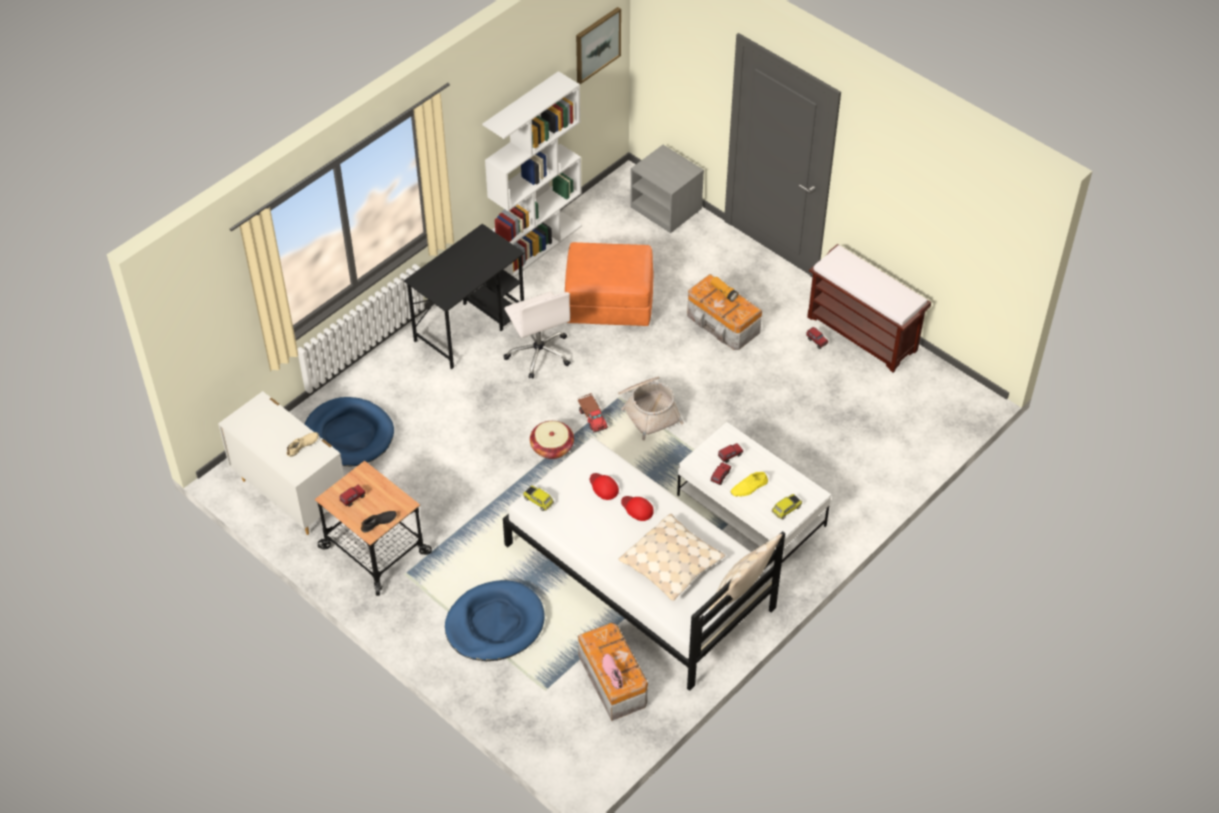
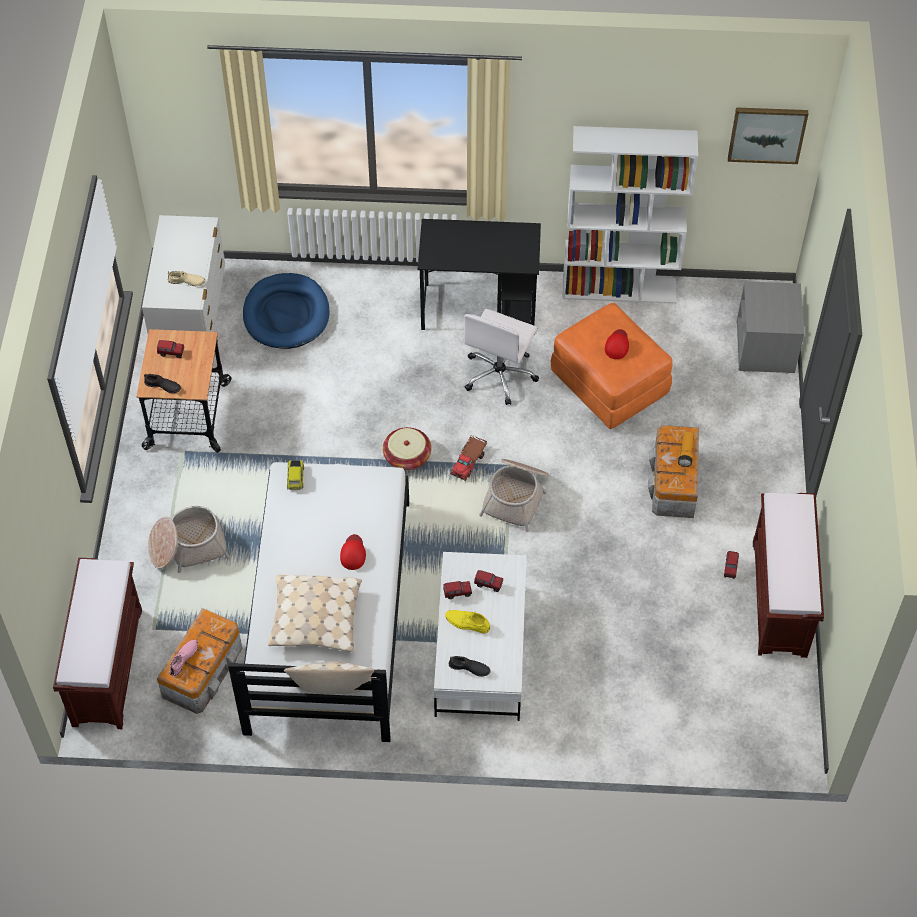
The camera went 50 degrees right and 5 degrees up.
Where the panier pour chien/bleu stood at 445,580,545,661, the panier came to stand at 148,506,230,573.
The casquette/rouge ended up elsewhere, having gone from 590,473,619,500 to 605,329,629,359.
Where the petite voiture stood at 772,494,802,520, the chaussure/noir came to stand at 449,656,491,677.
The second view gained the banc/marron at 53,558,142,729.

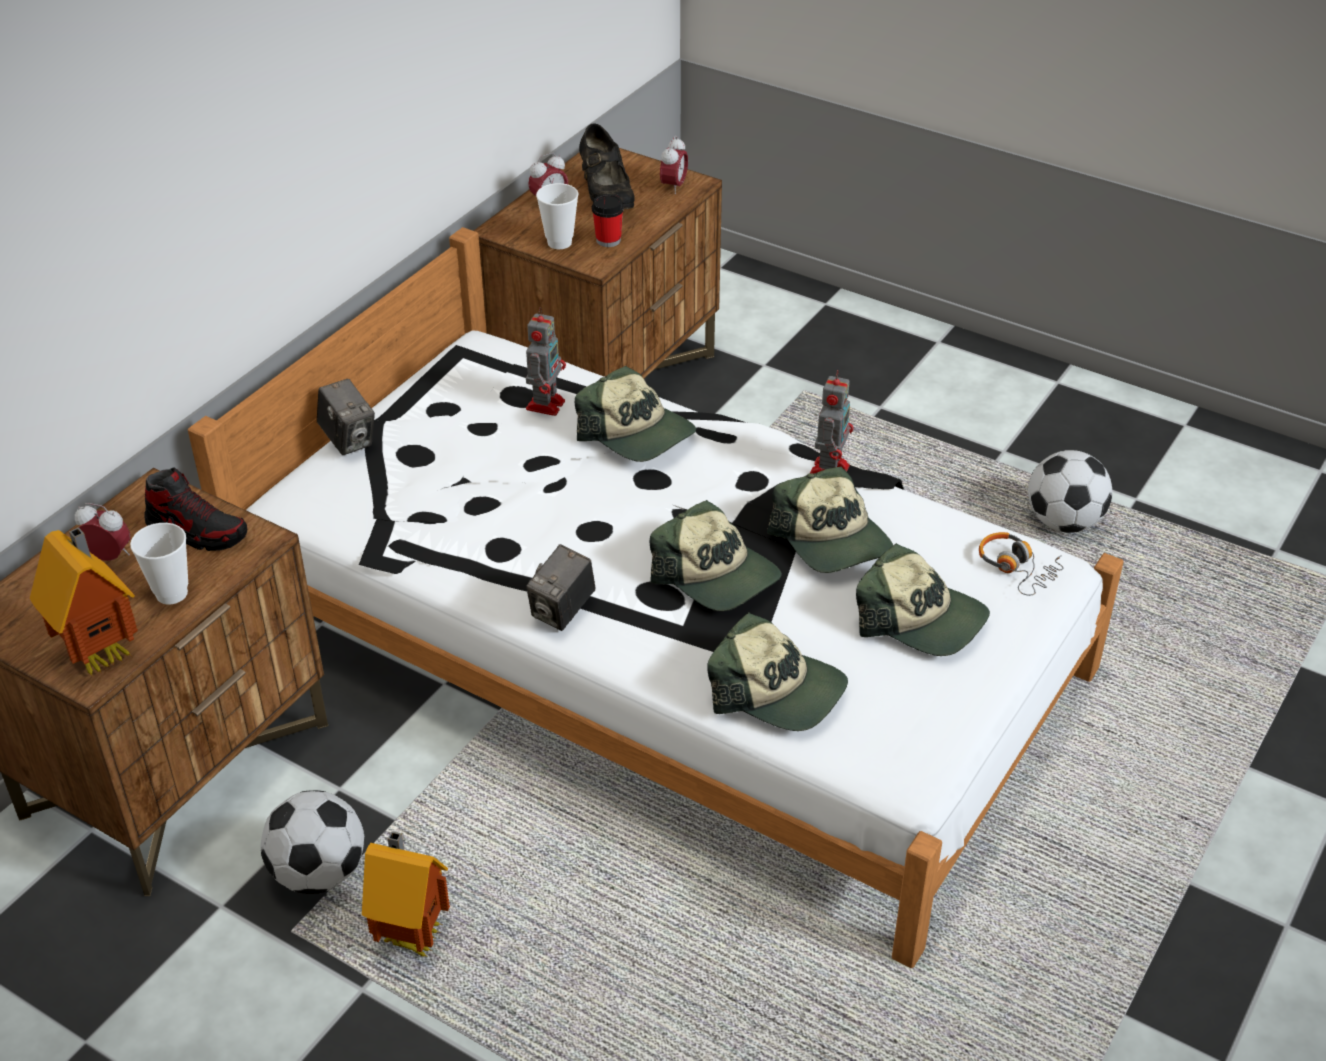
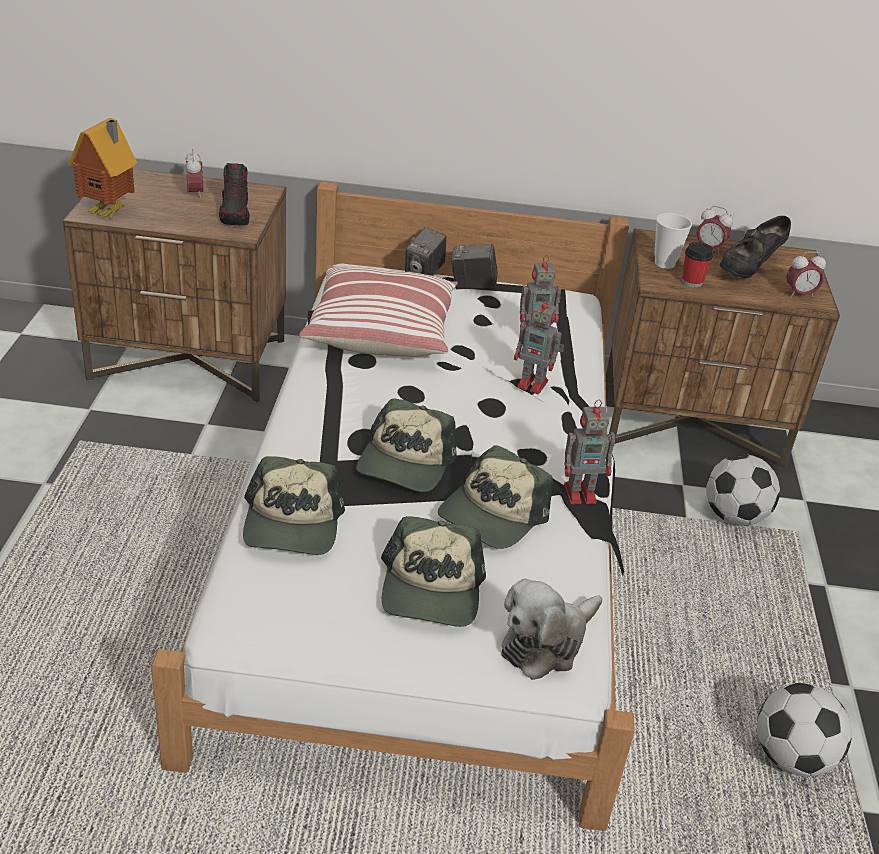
The camera went 60 degrees right and 5 degrees down.
The second view lost the tasse at 130,523,188,605.
The ballon de foot ended up elsewhere, having gone from 260,790,364,894 to 706,454,780,526.
The second view lost the maison miniature at 362,831,450,957.
The appareil photo ended up elsewhere, having gone from 526,544,595,631 to 451,244,498,289.
Where the casquette stood at 575,366,696,462, the robot jouet came to stand at 514,295,564,394.
Where the casque audio stood at 979,532,1064,596, the peluche came to stand at 501,578,602,680.
The second view gained the coussin at 299,265,458,357.

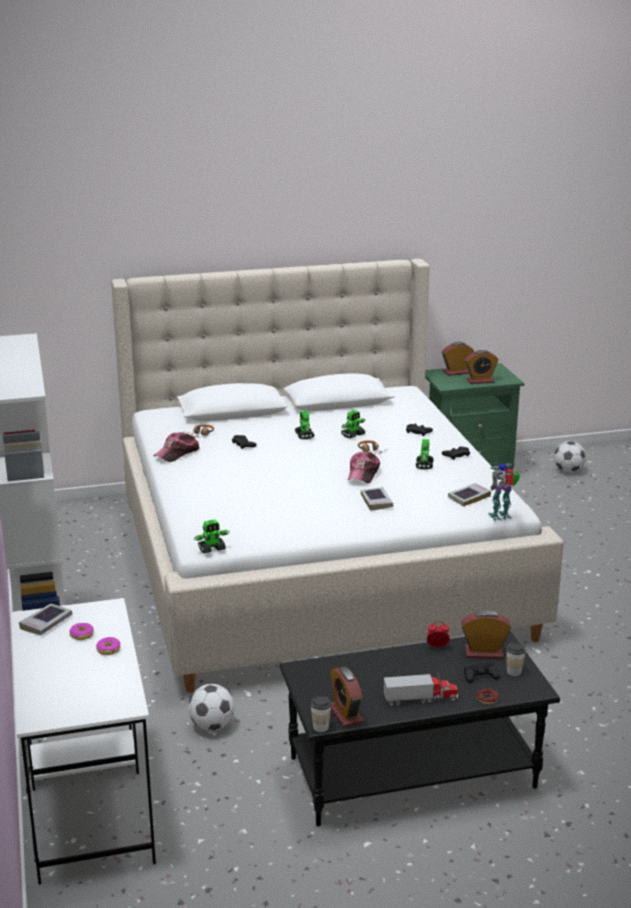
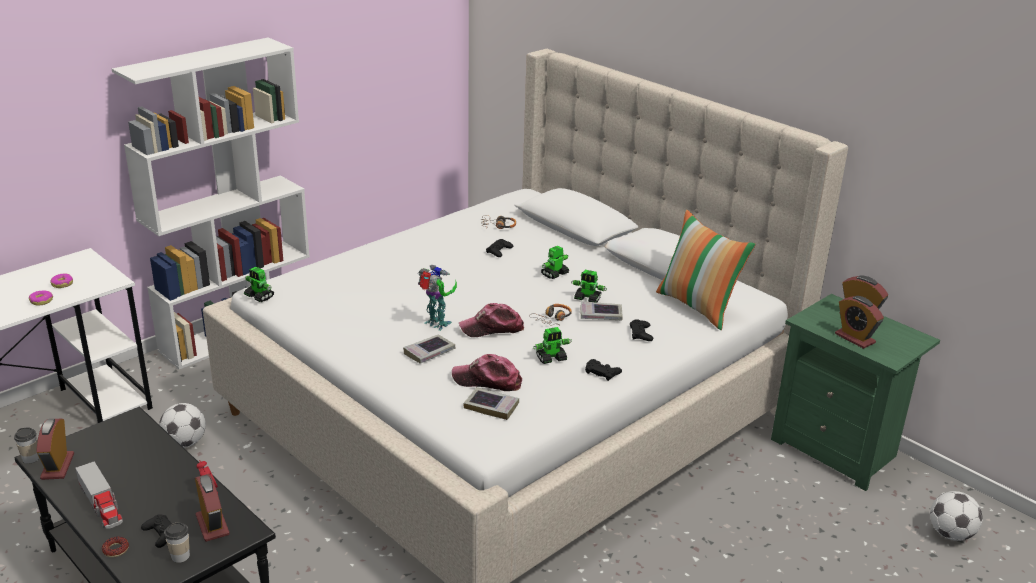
The camera went 60 degrees right and 5 degrees up.
The livre ended up elsewhere, having gone from 19,604,72,635 to 580,301,623,320.
The casquette ended up elsewhere, having gone from 153,432,200,462 to 452,354,522,391.
The réveil at 330,667,364,728 ended up facing another way, 45 degrees counterclockwise from before.
The robot jouet ended up elsewhere, having gone from 488,463,520,521 to 418,265,457,331.
The second view gained the coussin at 656,210,756,330.

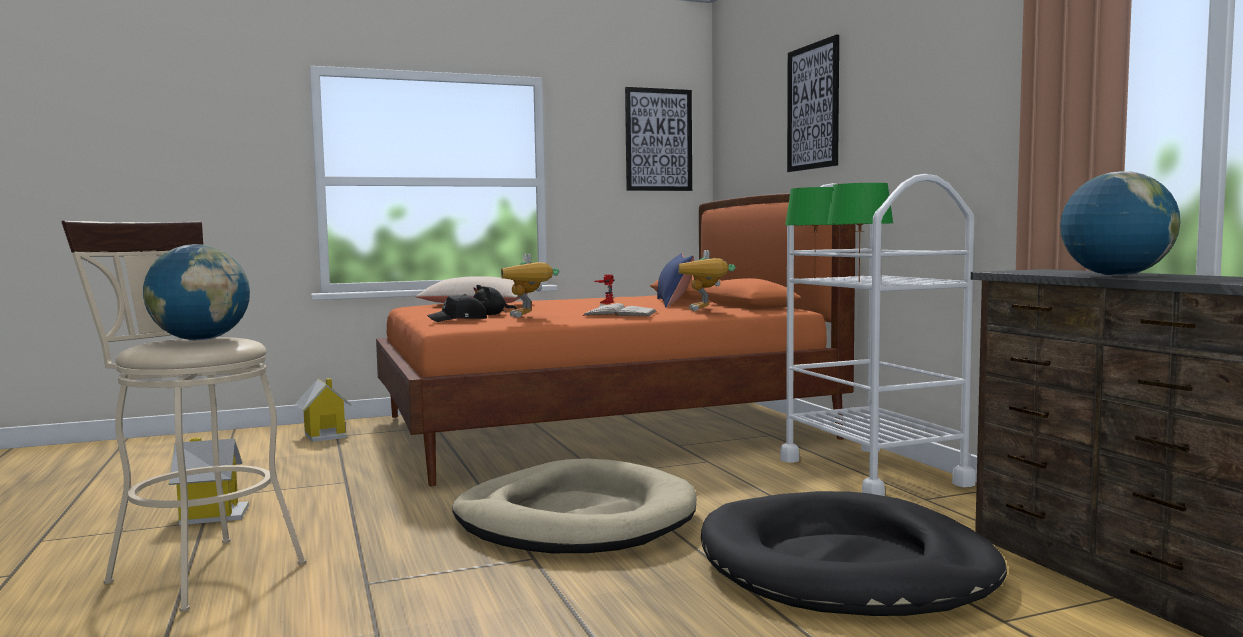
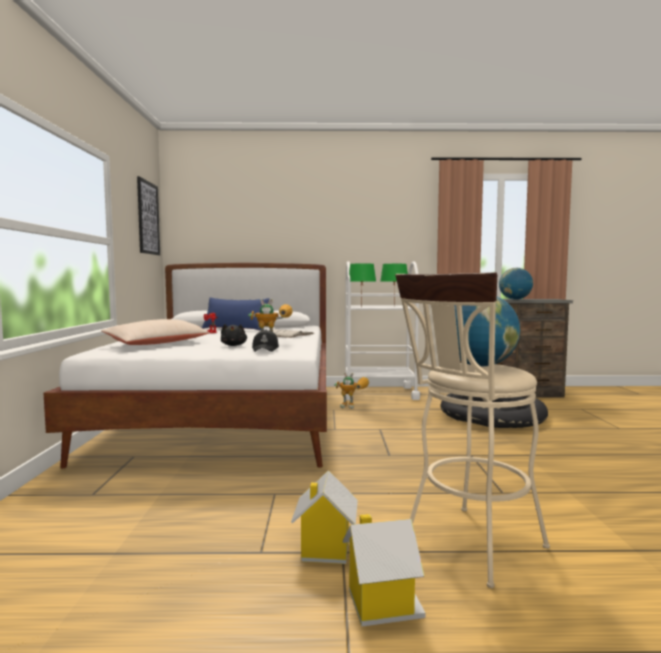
The camera went 70 degrees left and 0 degrees up.
The maison miniature ended up elsewhere, having gone from 295,378,352,442 to 342,514,426,627.
What was the lit/orange at 376,193,855,486 turned into the lit/blanc at 43,263,327,469.
The second view lost the panier pour chien/beige at 452,459,697,553.
The robot jouet ended up elsewhere, having gone from 678,250,735,311 to 334,372,369,409.
The second view lost the tableau at 787,35,839,172.

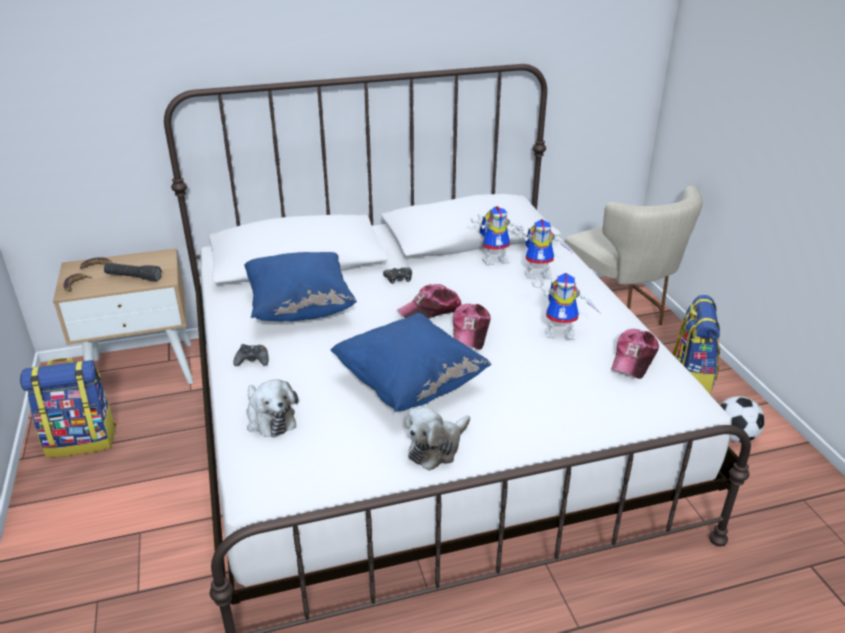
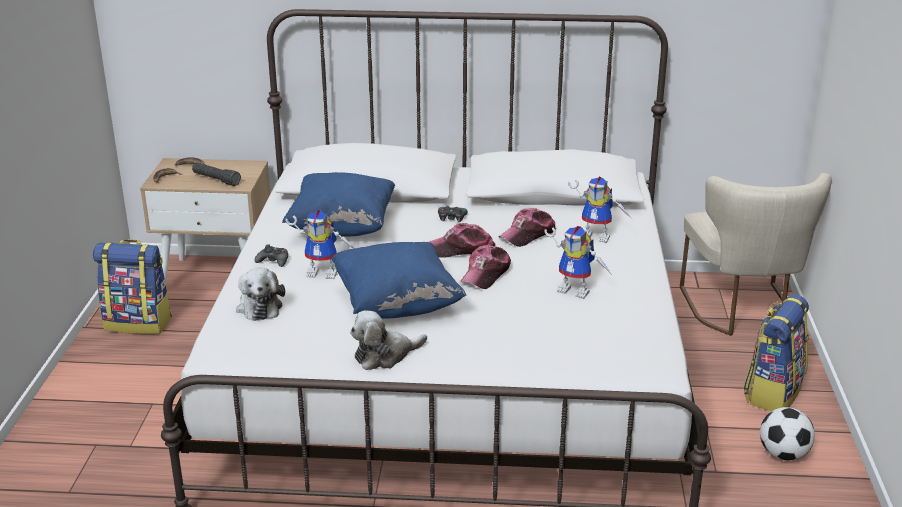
The camera went 20 degrees right and 5 degrees down.
The robot jouet ended up elsewhere, having gone from 471,206,526,266 to 285,210,355,279.
The casquette ended up elsewhere, having gone from 611,329,659,379 to 499,208,556,247.

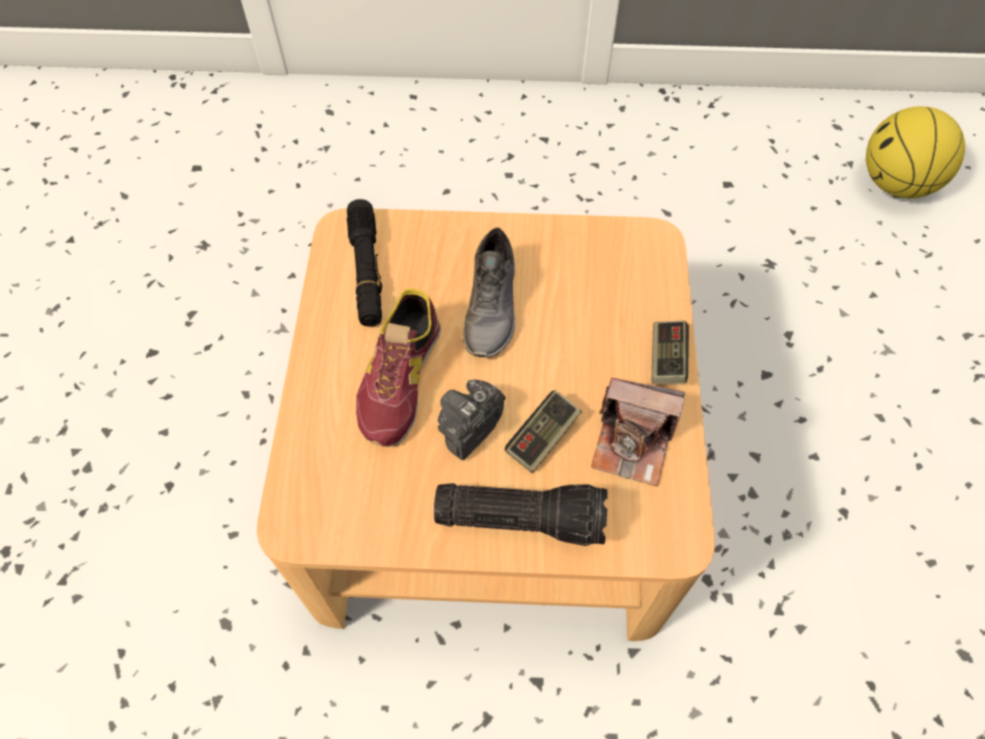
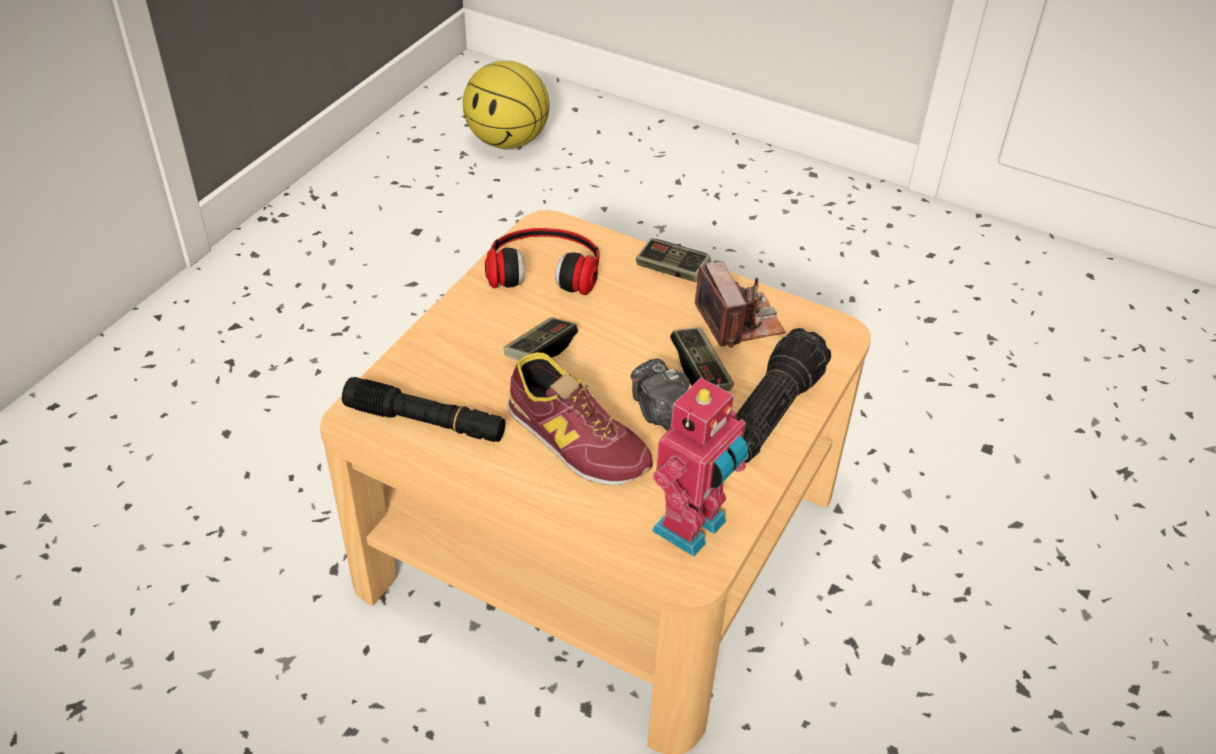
The camera went 65 degrees left and 15 degrees down.
Where the chaussure/gris stood at 463,227,515,357, the manette came to stand at 504,317,578,360.
The appareil photo at 591,378,685,486 ended up facing another way, 60 degrees counterclockwise from before.
The second view gained the casque audio at 485,228,599,295.
The second view gained the robot jouet at 652,378,748,557.

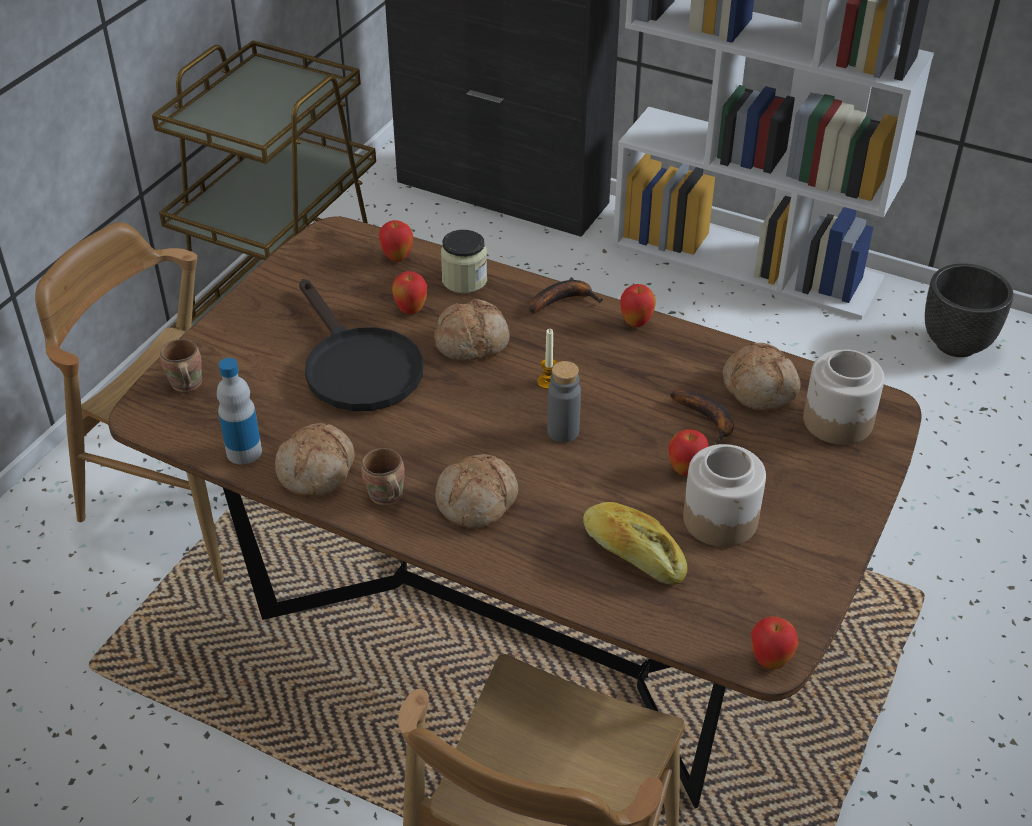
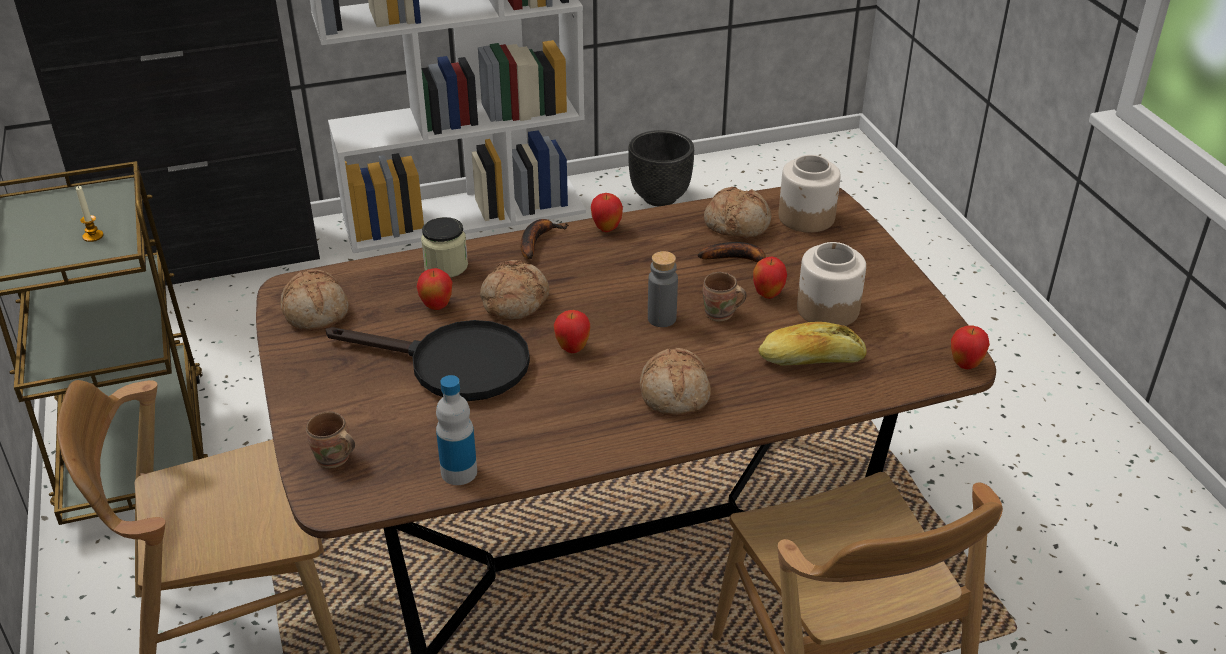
The camera went 45 degrees left and 5 degrees down.
The pain ended up elsewhere, having gone from 275,423,355,497 to 280,270,349,331.
The mug/marron ended up elsewhere, having gone from 361,448,405,505 to 703,272,747,322.
The pomme ended up elsewhere, having gone from 379,220,413,262 to 554,310,590,353.
The bougie ended up elsewhere, having gone from 537,329,557,390 to 76,186,104,242.

